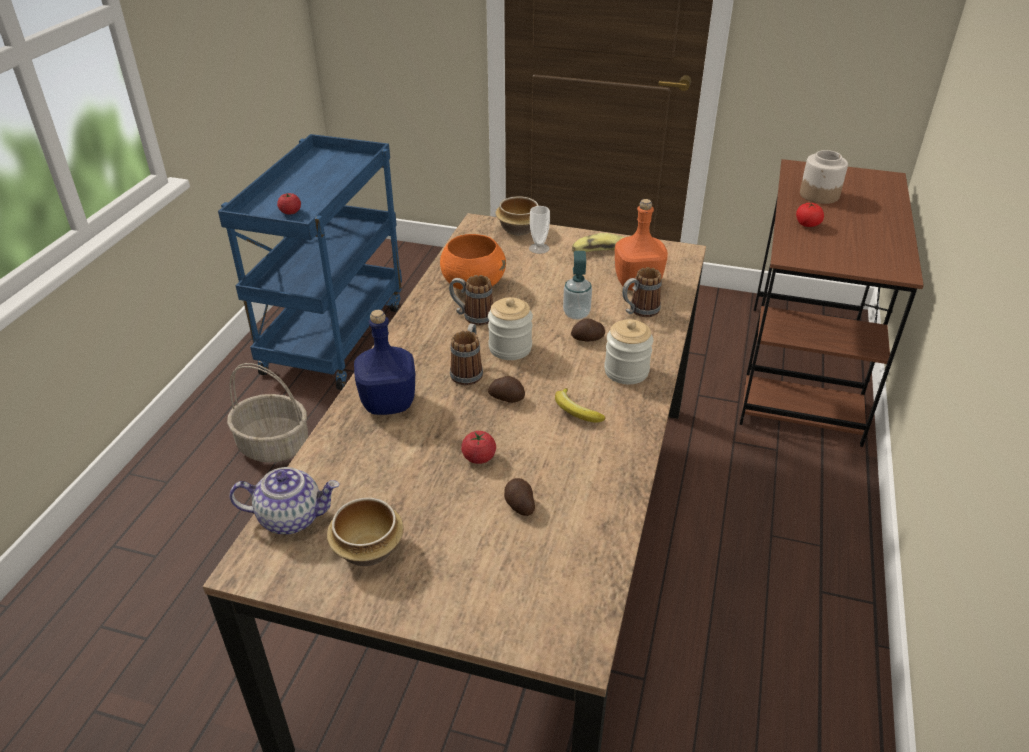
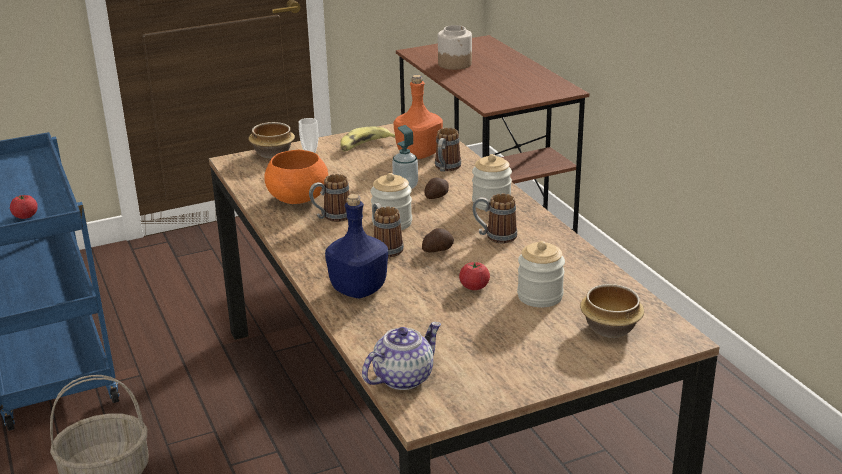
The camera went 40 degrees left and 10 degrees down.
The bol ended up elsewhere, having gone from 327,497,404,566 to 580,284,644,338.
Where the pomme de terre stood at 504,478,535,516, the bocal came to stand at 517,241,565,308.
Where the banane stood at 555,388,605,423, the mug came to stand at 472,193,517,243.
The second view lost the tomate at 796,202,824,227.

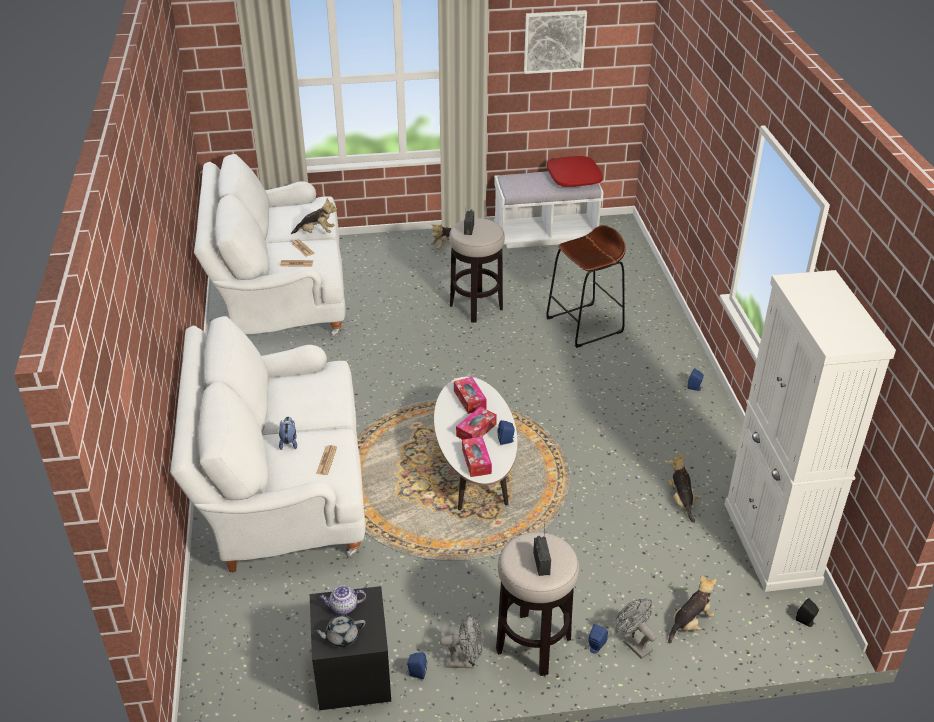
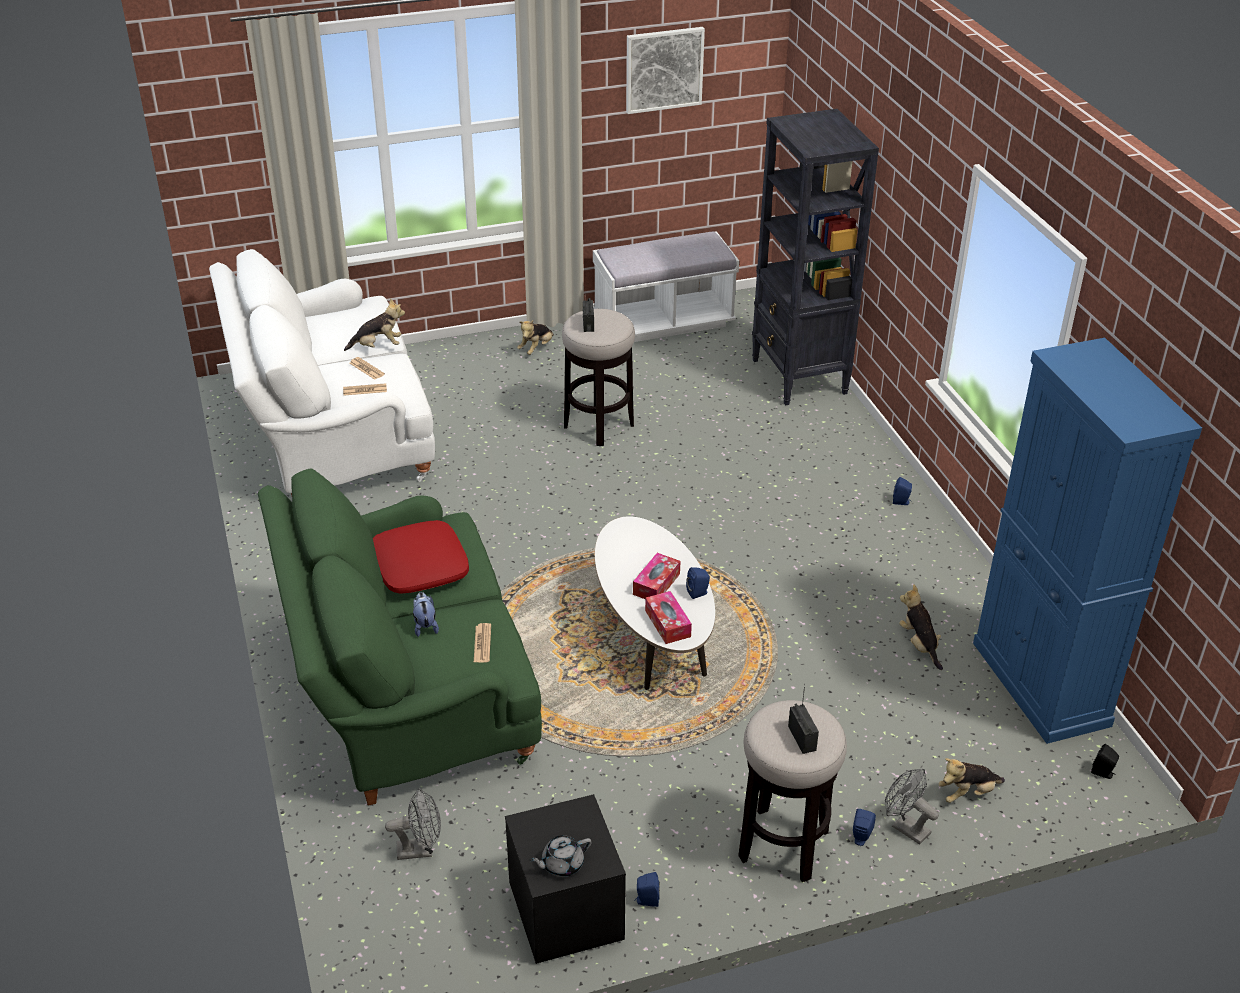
The camera went 10 degrees left and 0 degrees up.
What was the canapé/blanc at 170,316,366,572 turned into the canapé/vert at 258,469,542,806.
The second view lost the théière at 319,586,366,615.
The ventilateur/gris ended up elsewhere, having gone from 440,614,484,668 to 385,788,441,860.
The second view lost the boîte à mouchoirs at 454,377,487,414.
The second view lost the tabouret/marron at 546,225,626,348.
The coussin/rouge ended up elsewhere, having gone from 547,156,603,187 to 373,520,469,594.
The peluche at 668,576,717,644 ended up facing another way, 150 degrees counterclockwise from before.
What was the meuble de rangement/blanc at 725,270,896,592 turned into the meuble de rangement/bleu at 973,338,1202,744.
The second view gained the bibliothèque/noir at 752,109,879,405.

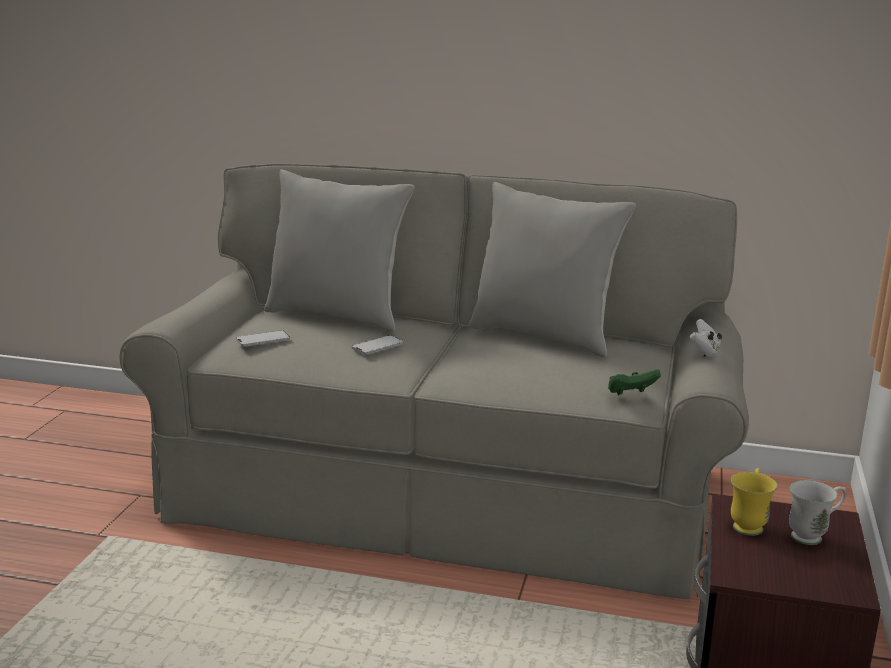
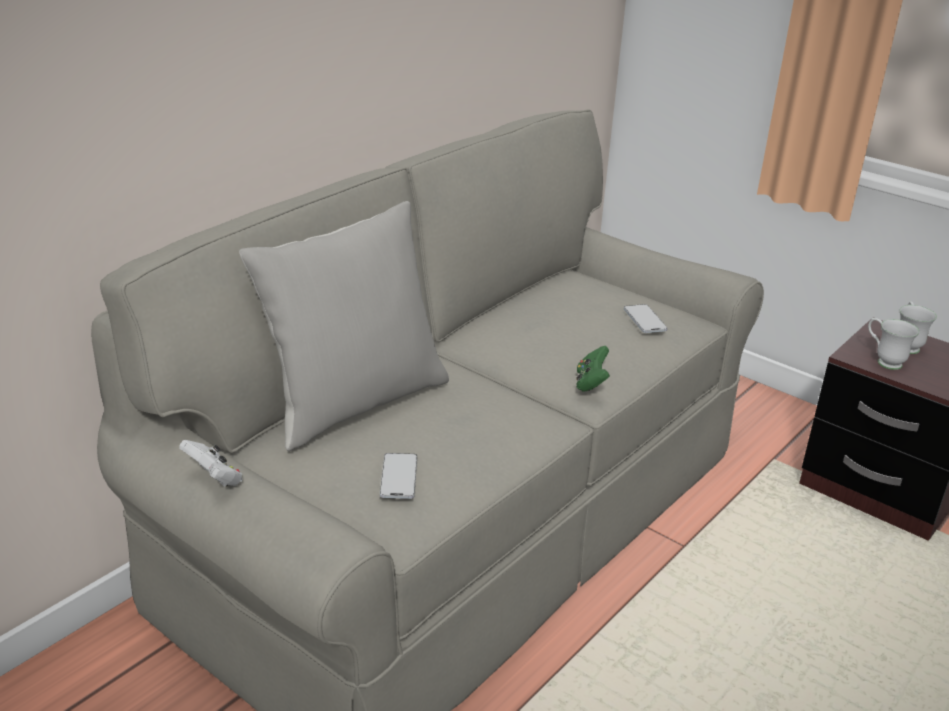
The camera went 65 degrees left and 10 degrees up.
The téléphone ended up elsewhere, having gone from 352,335,404,355 to 624,304,667,333.
The second view lost the coussin/gris at 468,182,636,357.
The manette/vert ended up elsewhere, having gone from 608,369,661,395 to 576,346,610,392.
The manette/blanc ended up elsewhere, having gone from 689,319,722,358 to 179,440,243,487.
What was the mug/jaune at 731,468,777,536 turned into the mug/blanc at 868,318,919,370.

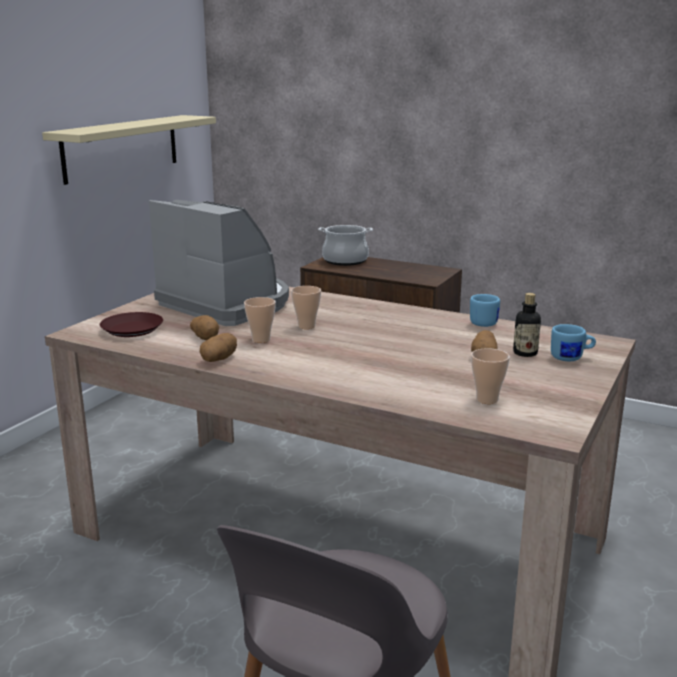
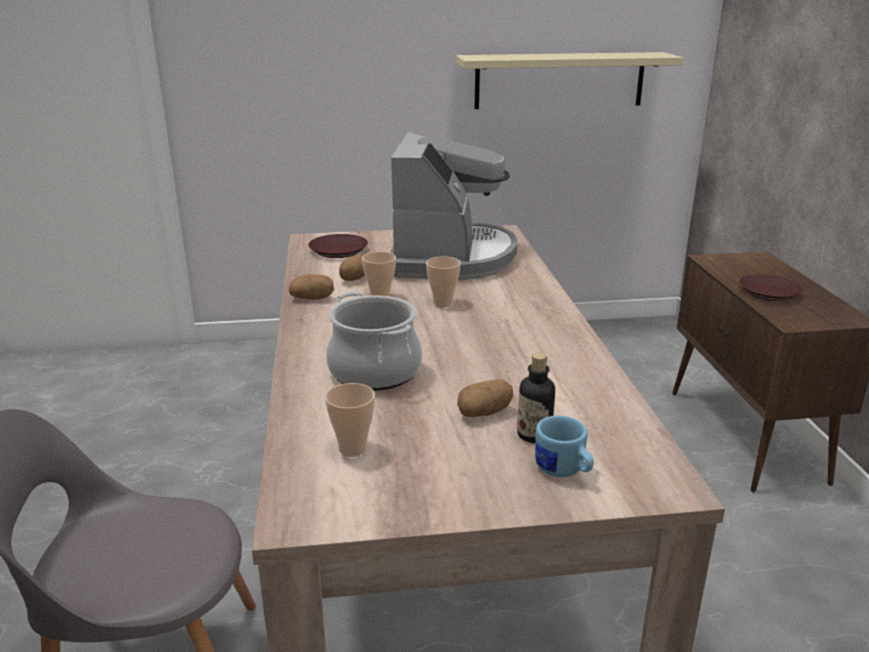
The camera went 55 degrees right and 5 degrees up.
The marmite ended up elsewhere, having gone from 318,225,373,266 to 326,291,422,391.
The second view lost the mug/bleu at 470,294,500,327.
The second view gained the assiette/marron at 739,274,803,301.

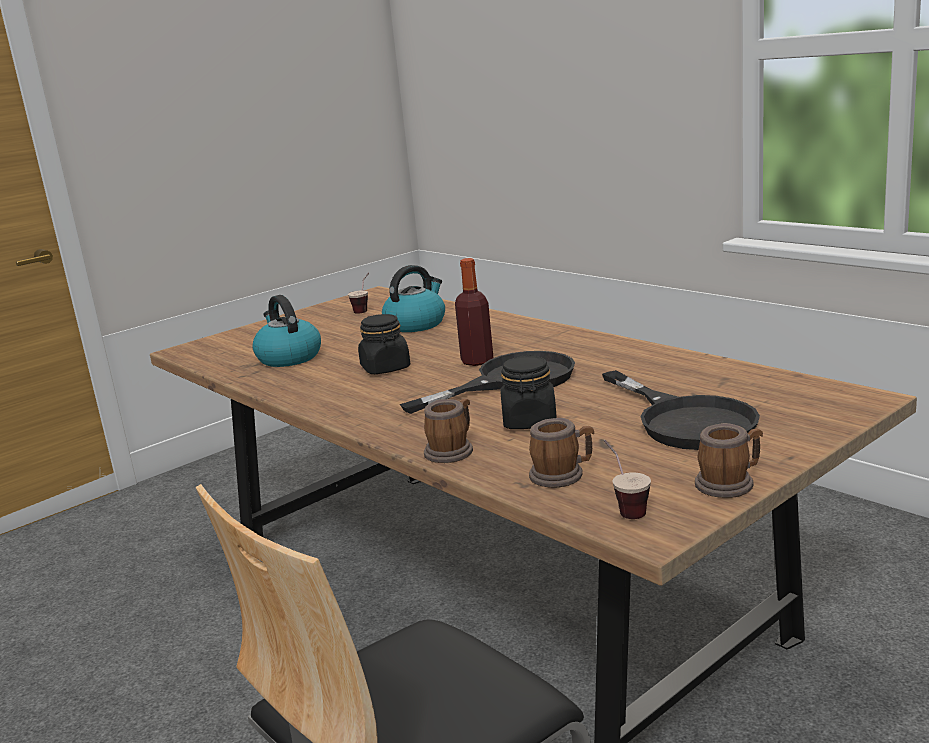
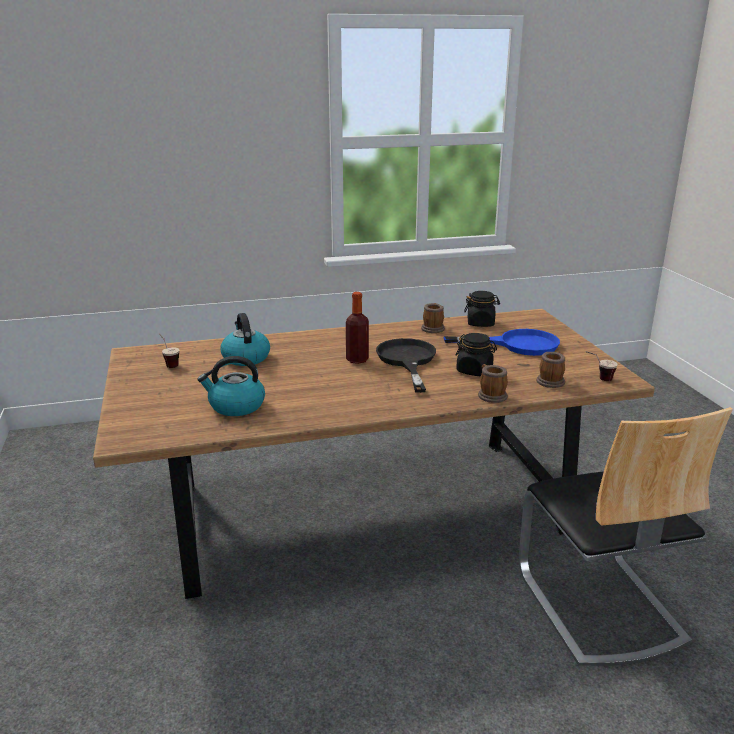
The camera went 65 degrees left and 5 degrees up.
The bocal/noir ended up elsewhere, having gone from 358,314,410,374 to 464,291,500,327.
What was the poêle/noir at 602,370,760,450 turned into the poêle/bleu at 444,329,560,356.
The mug ended up elsewhere, having gone from 695,423,763,498 to 421,303,445,333.

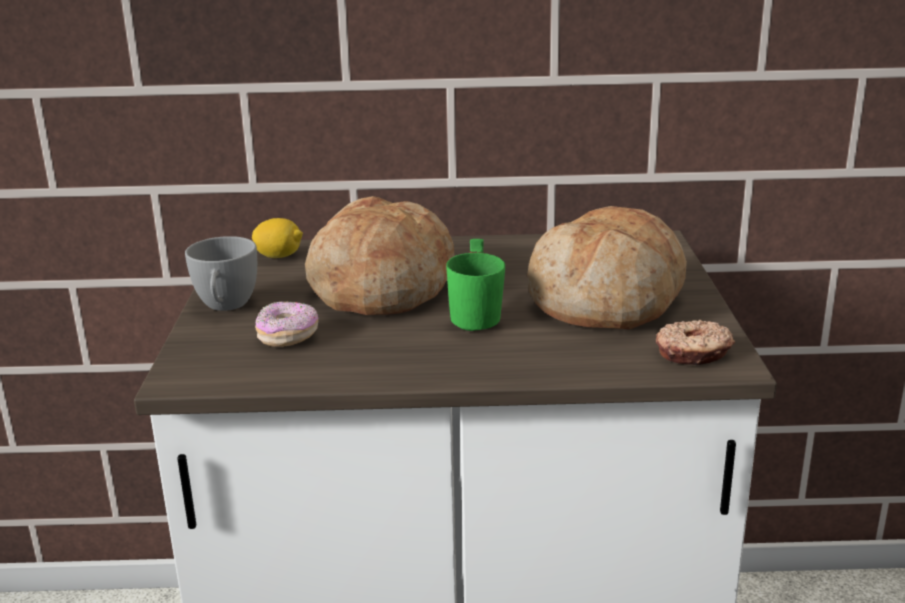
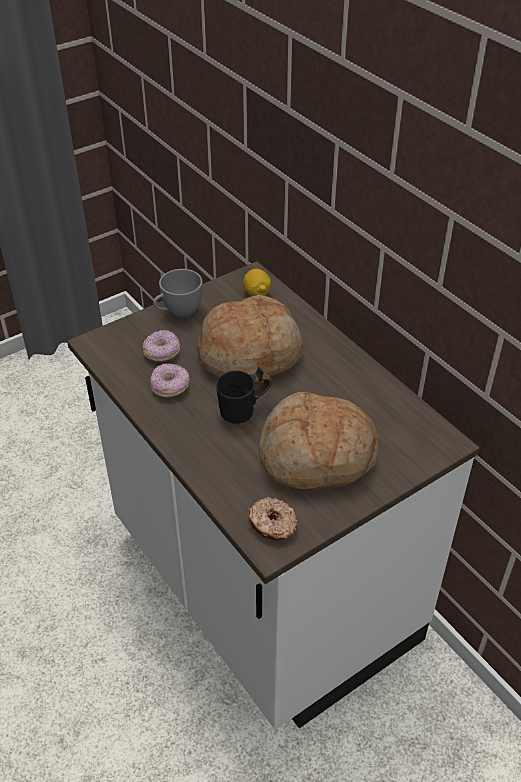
The camera went 55 degrees right and 20 degrees up.
What was the mug/vert at 446,239,505,331 turned into the mug/noir at 216,366,272,424.
The second view gained the beignet at 150,363,190,397.

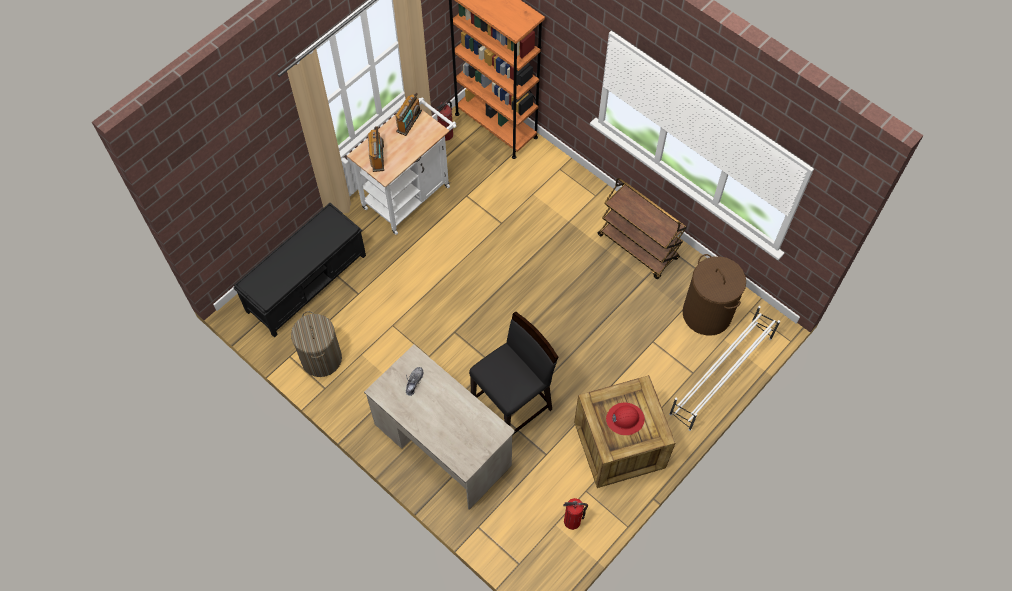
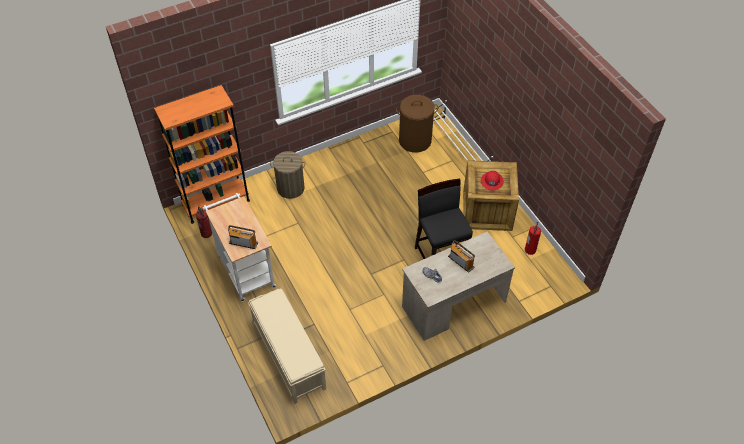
The camera went 70 degrees left and 10 degrees down.
What was the banc/noir at 233,203,366,338 turned into the banc/beige at 248,289,326,404.
The panier à linge ended up elsewhere, having gone from 291,311,342,377 to 270,151,306,199.
The radio ended up elsewhere, having gone from 395,93,422,136 to 448,240,475,273.
The second view lost the chariot/marron at 598,178,687,279.

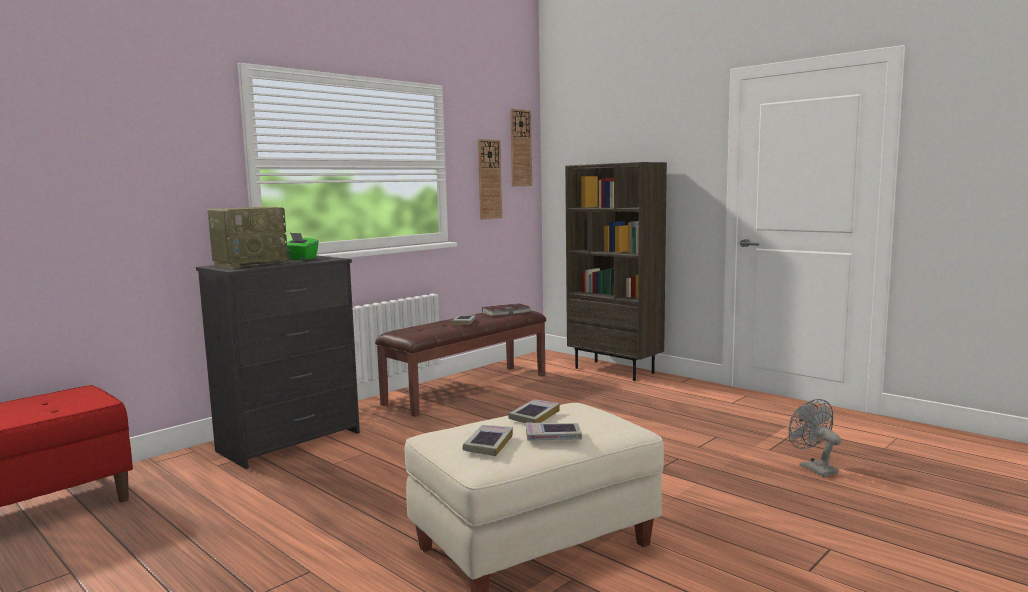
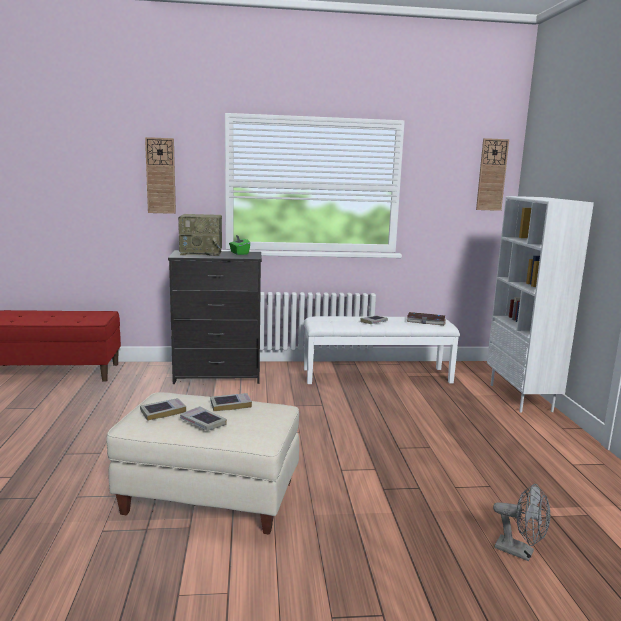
The camera went 40 degrees right and 5 degrees up.
What was the banc/marron at 375,310,546,417 turned into the banc/blanc at 304,316,460,384.
The horloge murale ended up elsewhere, having gone from 478,139,502,219 to 145,137,176,214.
What was the bibliothèque/marron at 565,162,667,381 turned into the bibliothèque/blanc at 487,196,594,413.
The ventilateur/gris at 789,399,841,477 ended up facing another way, 105 degrees clockwise from before.

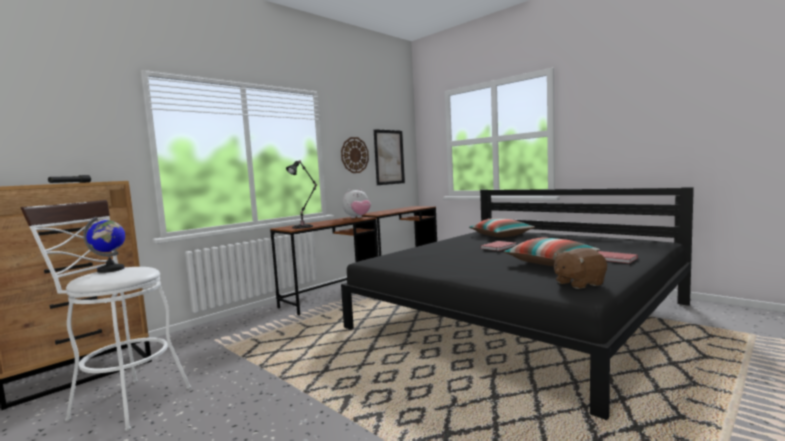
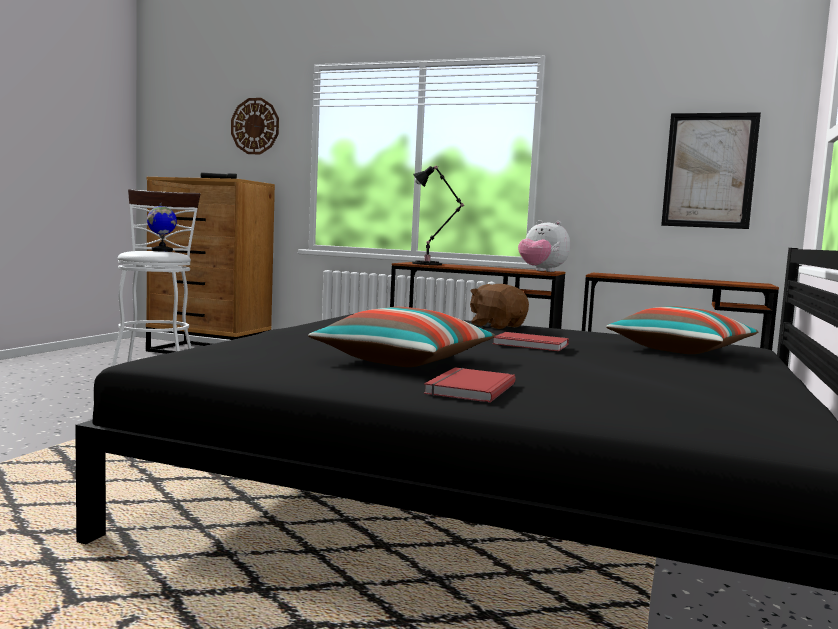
The camera went 65 degrees right and 0 degrees up.
The horloge murale ended up elsewhere, having gone from 341,137,369,173 to 231,98,279,154.
The peluche/marron ended up elsewhere, having gone from 554,248,607,289 to 470,284,529,329.

